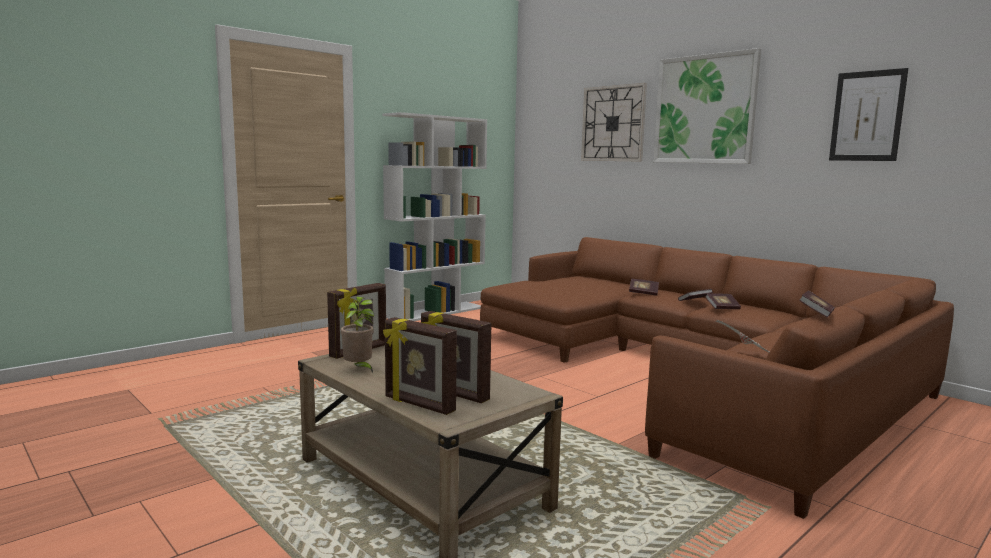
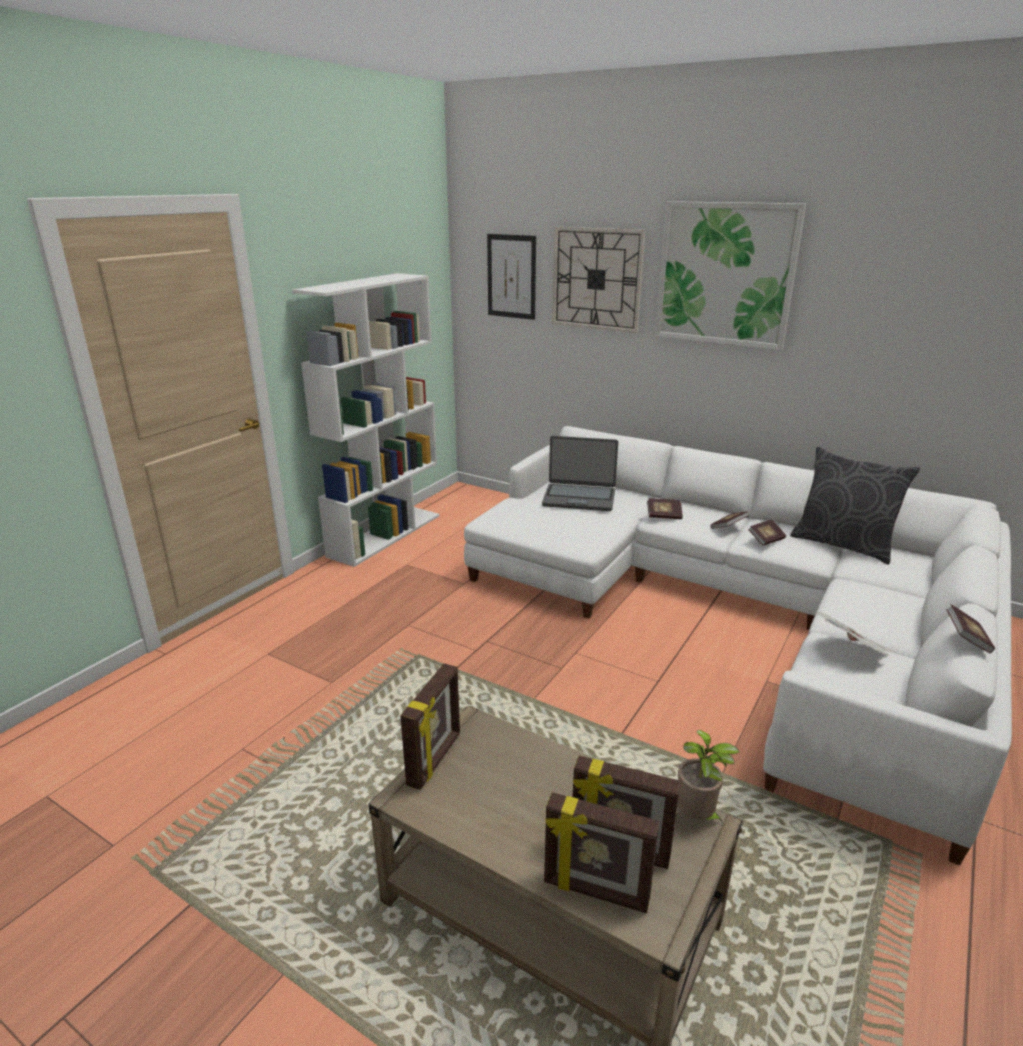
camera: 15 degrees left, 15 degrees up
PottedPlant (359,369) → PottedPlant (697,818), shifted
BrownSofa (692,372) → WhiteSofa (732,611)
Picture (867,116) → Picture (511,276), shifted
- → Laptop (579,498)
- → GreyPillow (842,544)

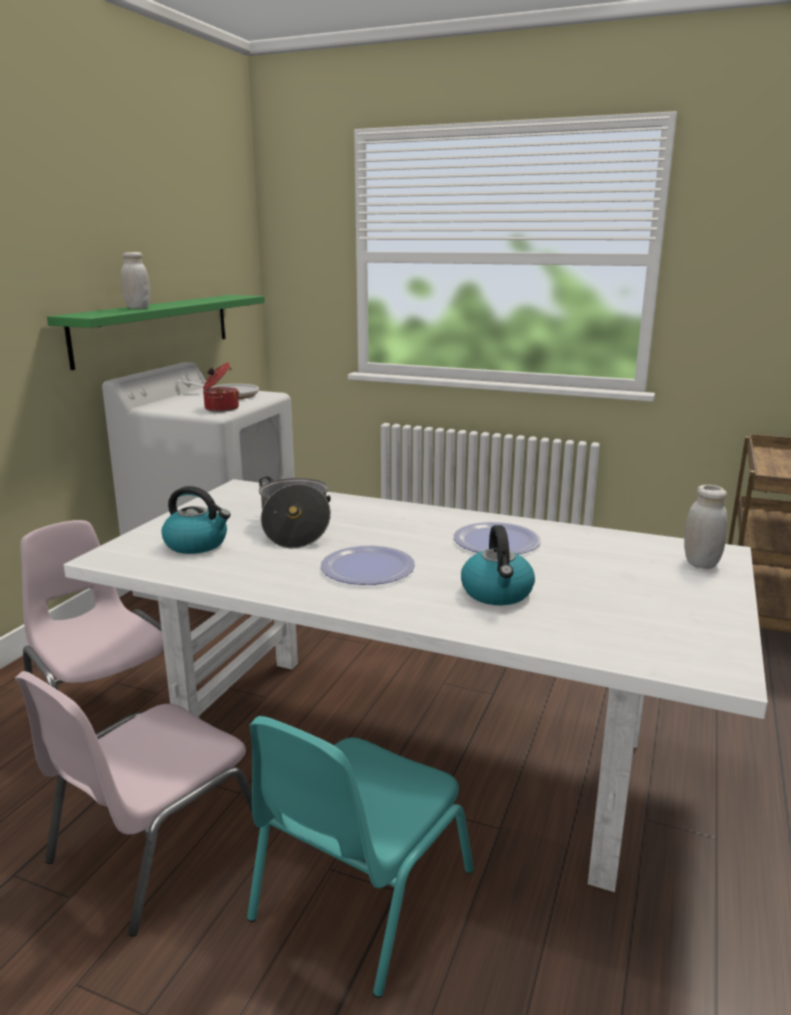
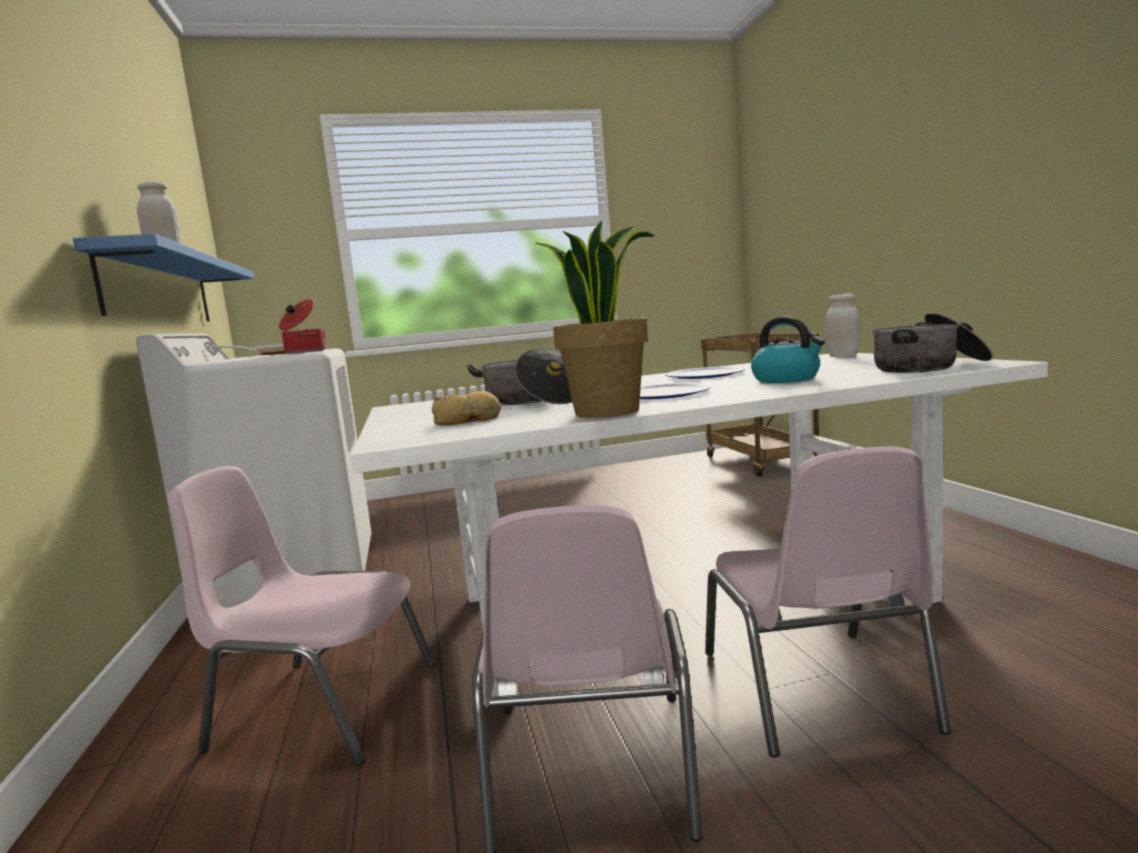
camera: 35 degrees left, 10 degrees down
GreenShelf (155,328) → BlueShelf (160,290)
Kettle (197,544) → Bread (468,420)
TurquoiseChair (358,895) → PinkChair (816,691)
- → PottedPlant (607,411)
- → CookingPot (930,367)

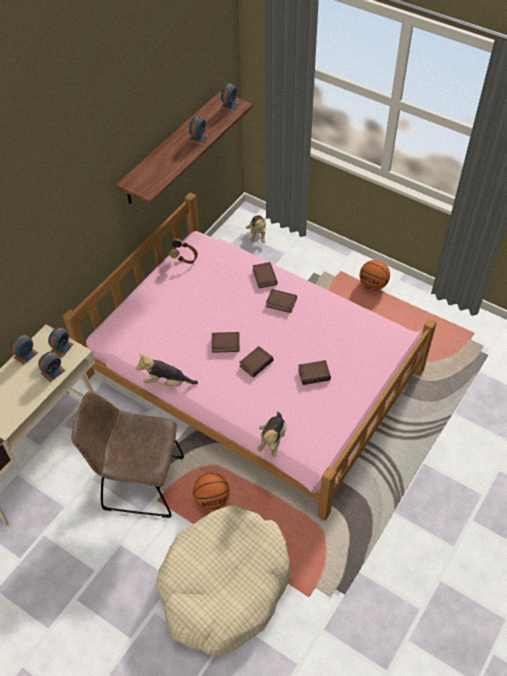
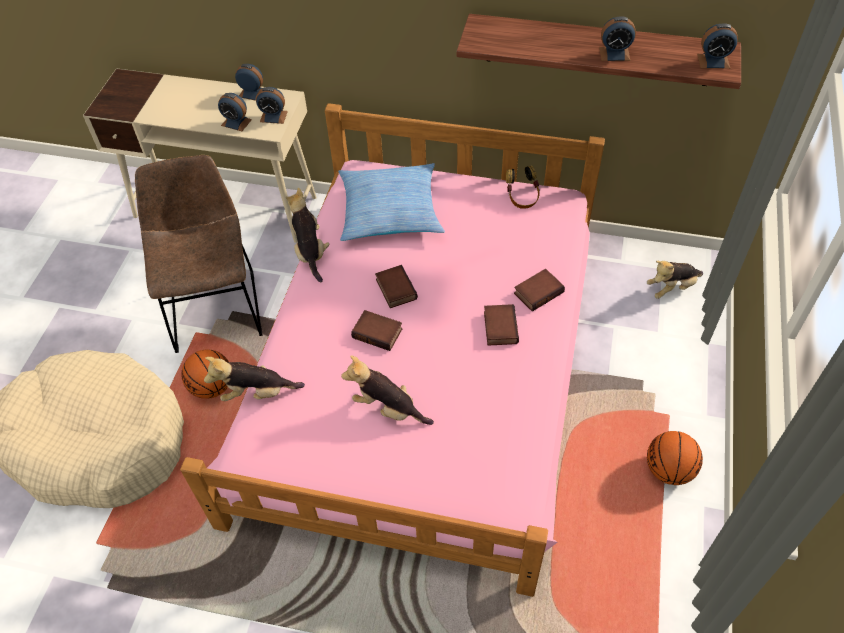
camera: 70 degrees right, 0 degrees up
Book (314,373) → PlushToy (388,408)
- → Pillow (390,211)

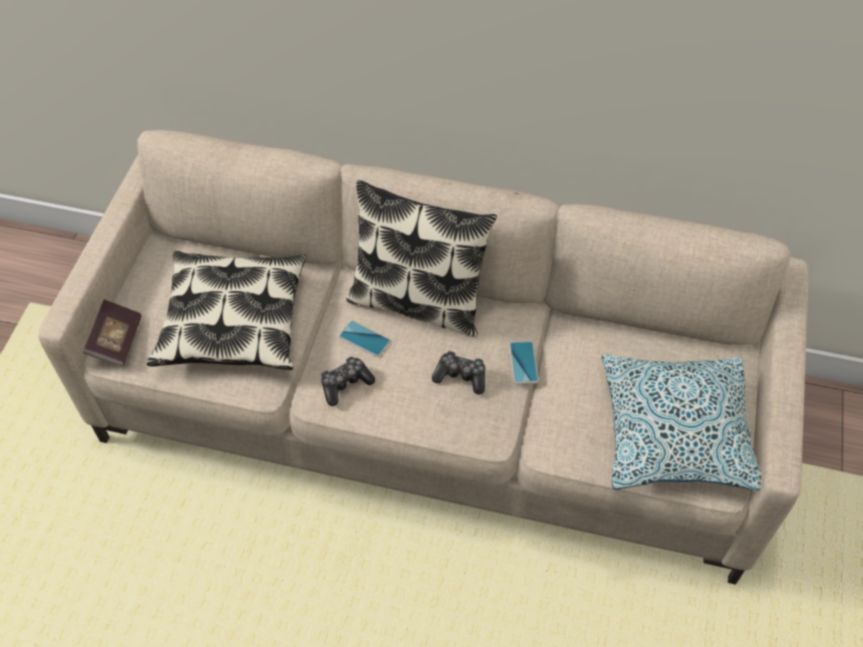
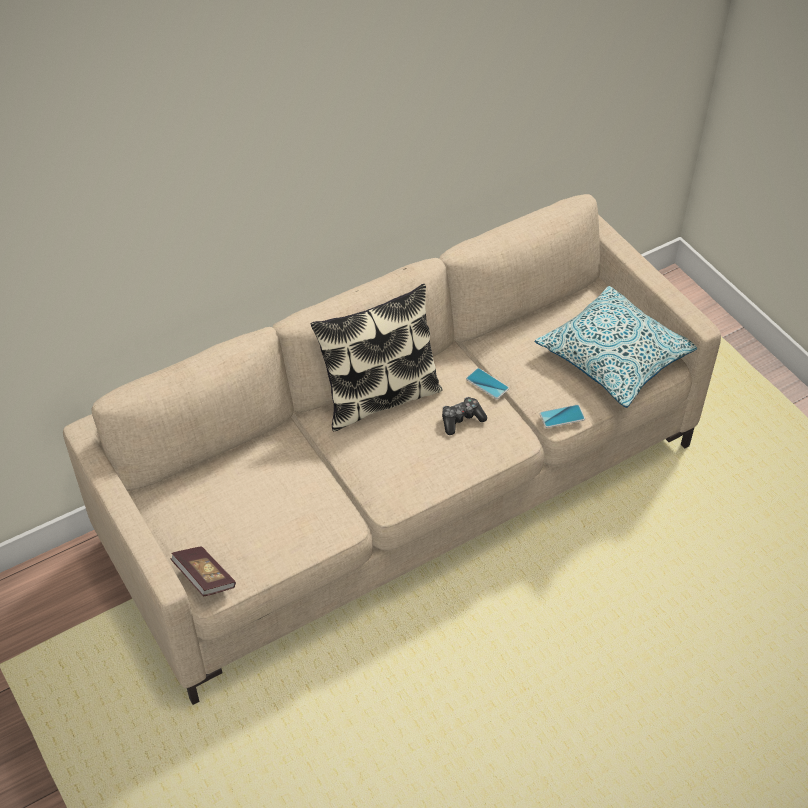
camera: 45 degrees left, 5 degrees down
Pillow (233,321) → -
GameController (345,384) → -
Phone (364,339) → Phone (562,416), shifted

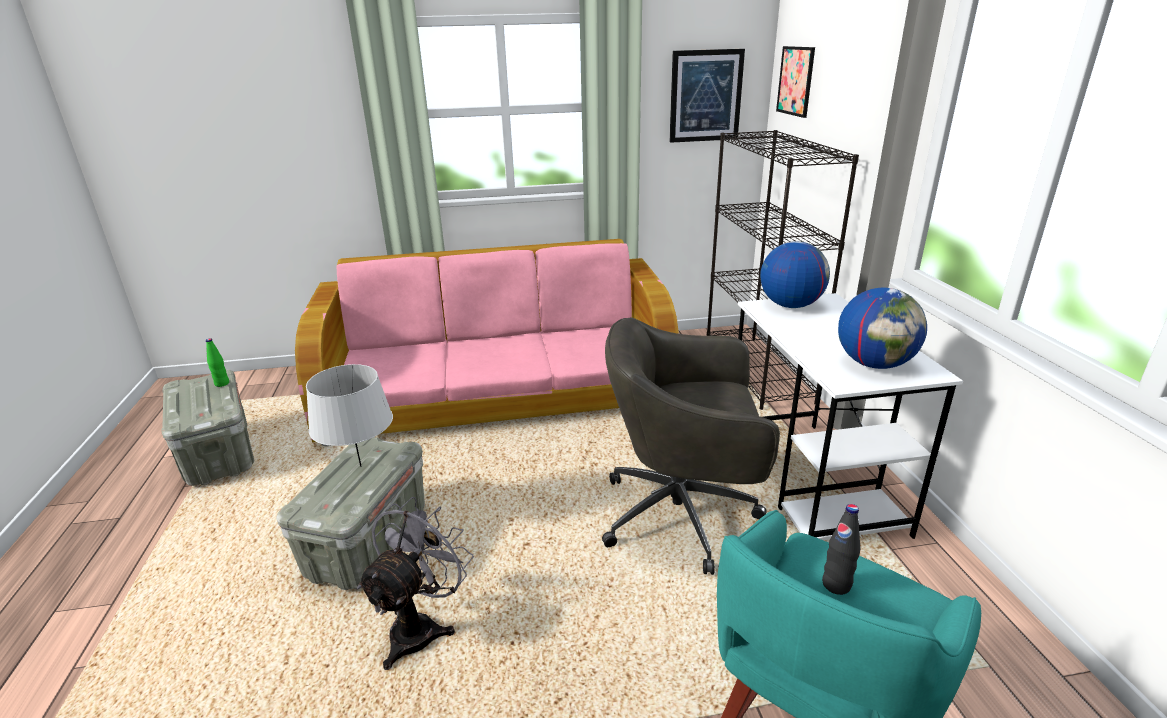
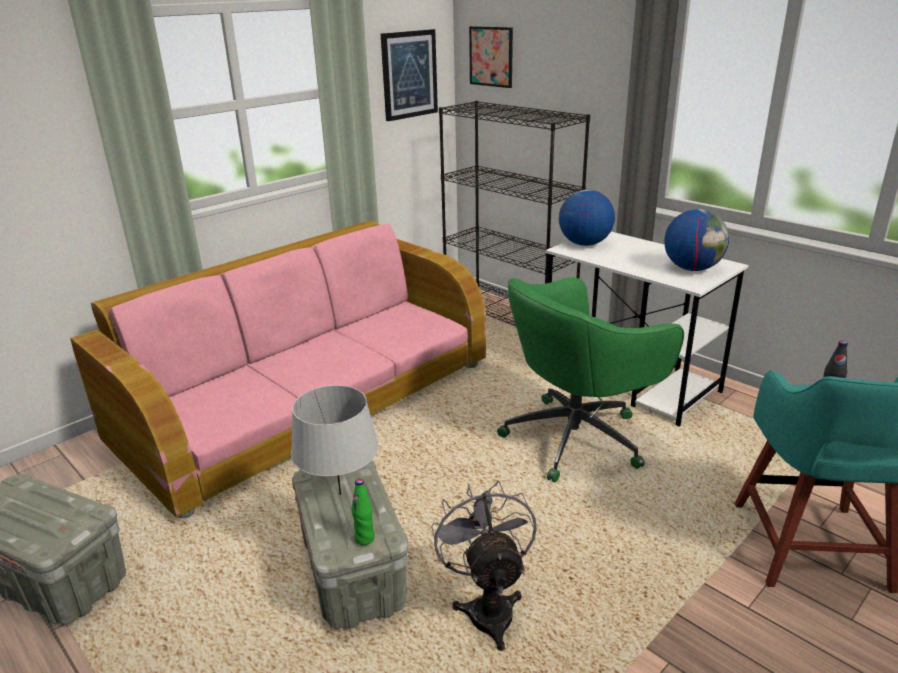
camera: 35 degrees left, 0 degrees up
GreenBottle (222,383) → GreenBottle (364,538), shifted
GreyOfficeChair (683,515) → GreenOfficeChair (577,437)

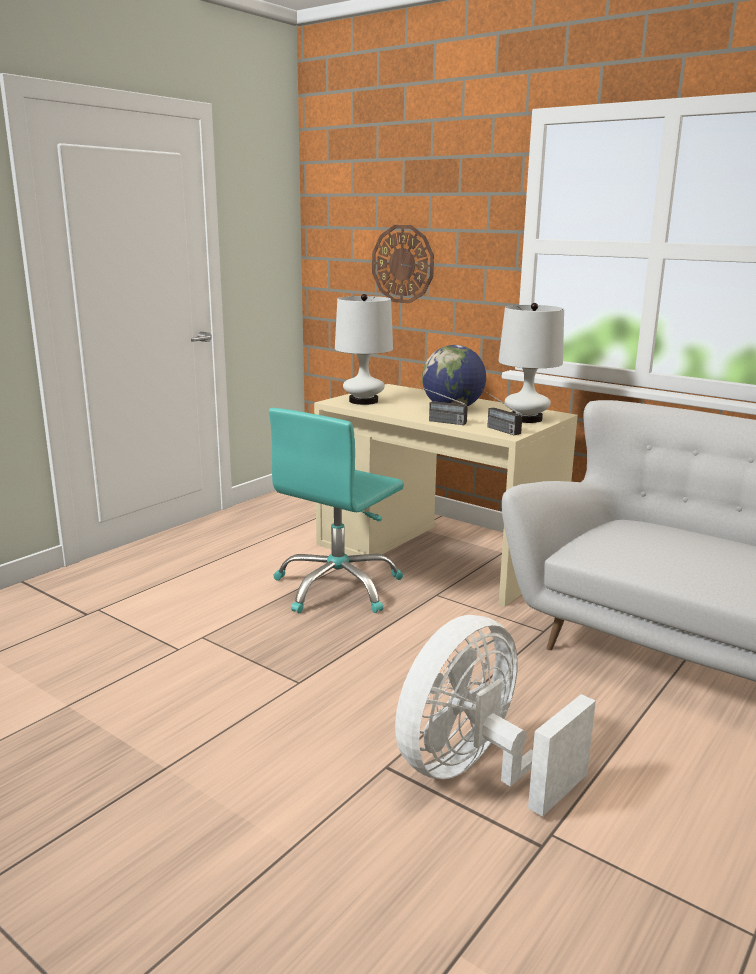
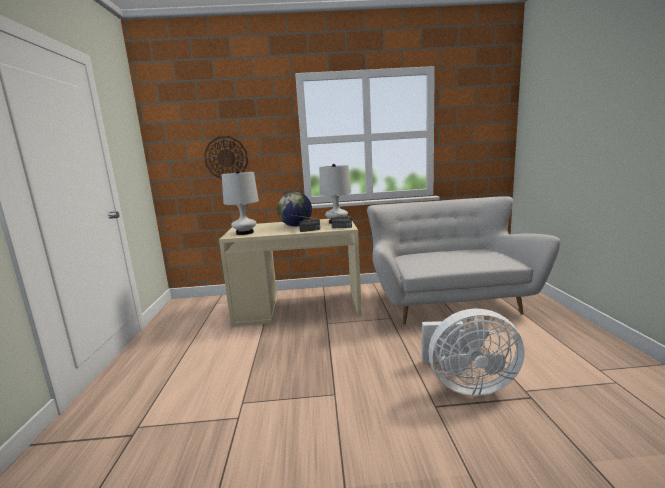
camera: 40 degrees left, 5 degrees down
TurquoiseOfficeChair (338,587) → -
WhiteFan (477,772) → WhiteFan (466,385), 90 degrees counterclockwise

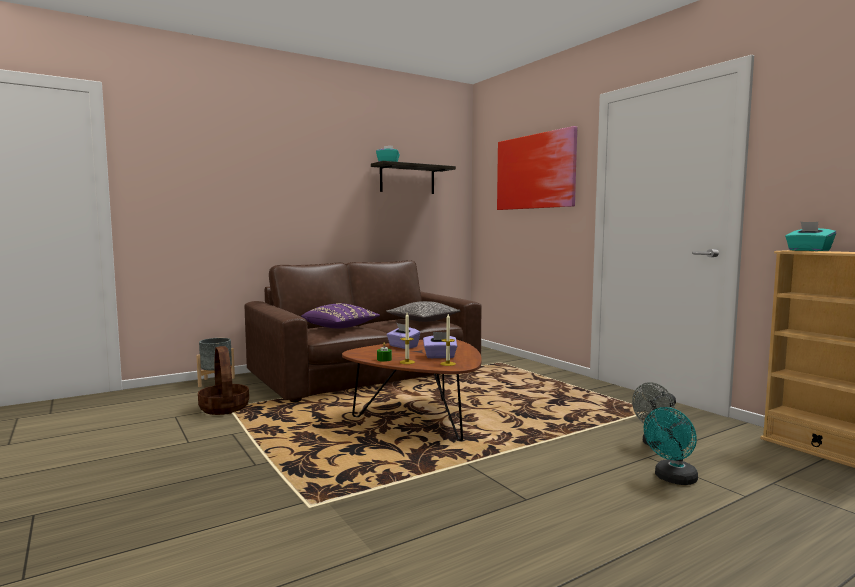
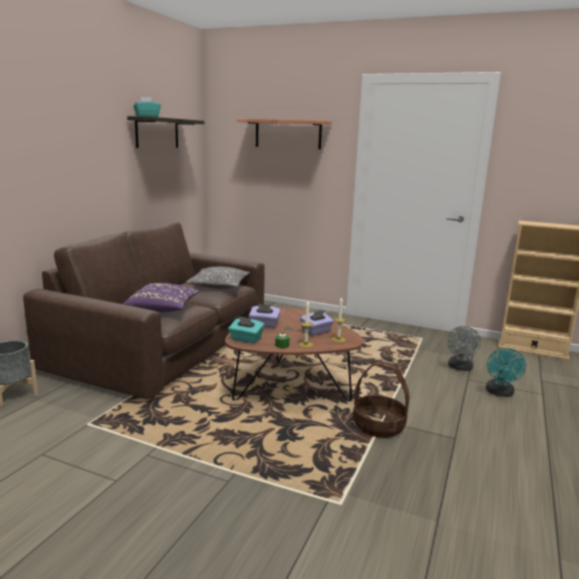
camera: 35 degrees left, 10 degrees up
Basket (224,408) → Basket (379,425), shifted
Picture (535,172) → Shelf (288,134)
TurquoiseTissueBox (808,250) → TurquoiseTissueBox (246,339), shifted

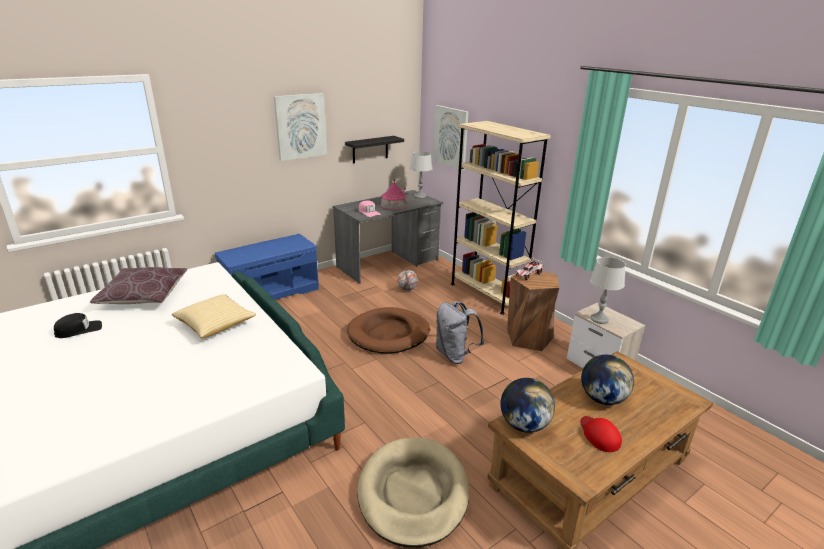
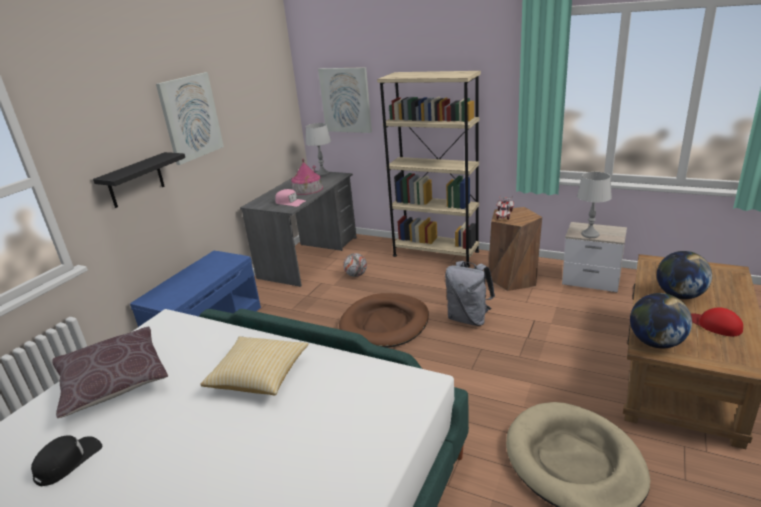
camera: 25 degrees left, 0 degrees up
BlackShelf (370,149) → BlackShelf (135,180), shifted

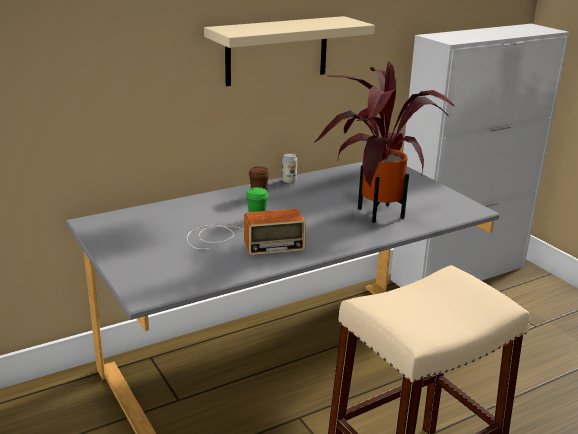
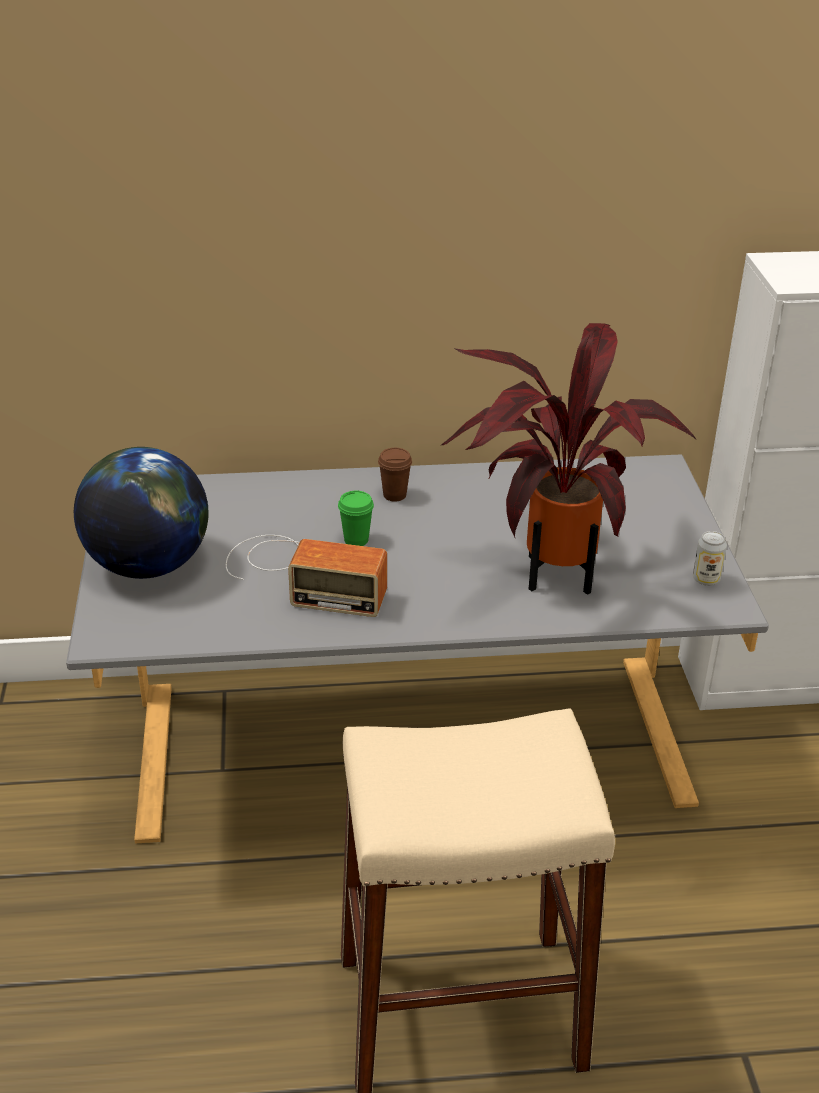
camera: 25 degrees right, 10 degrees up
BeigeShelf (277,50) → -
Can (289,181) → Can (706,579), shifted
- → Globe (148,565)

